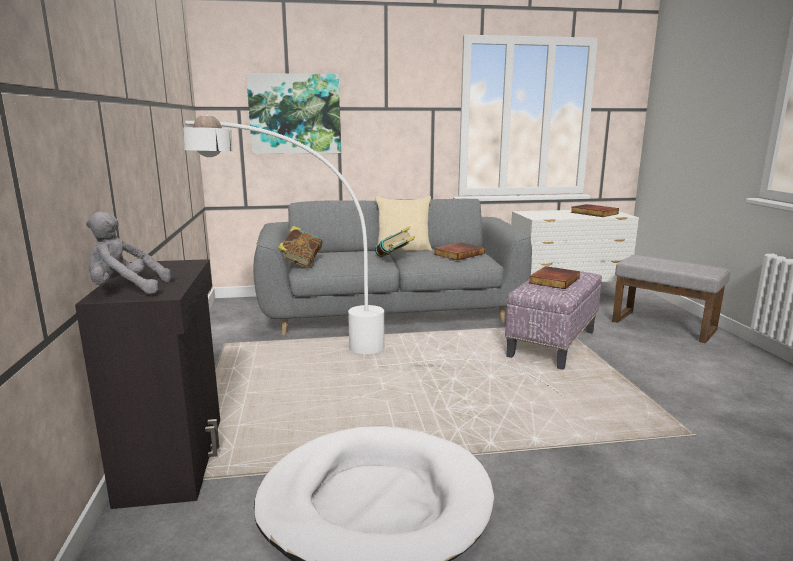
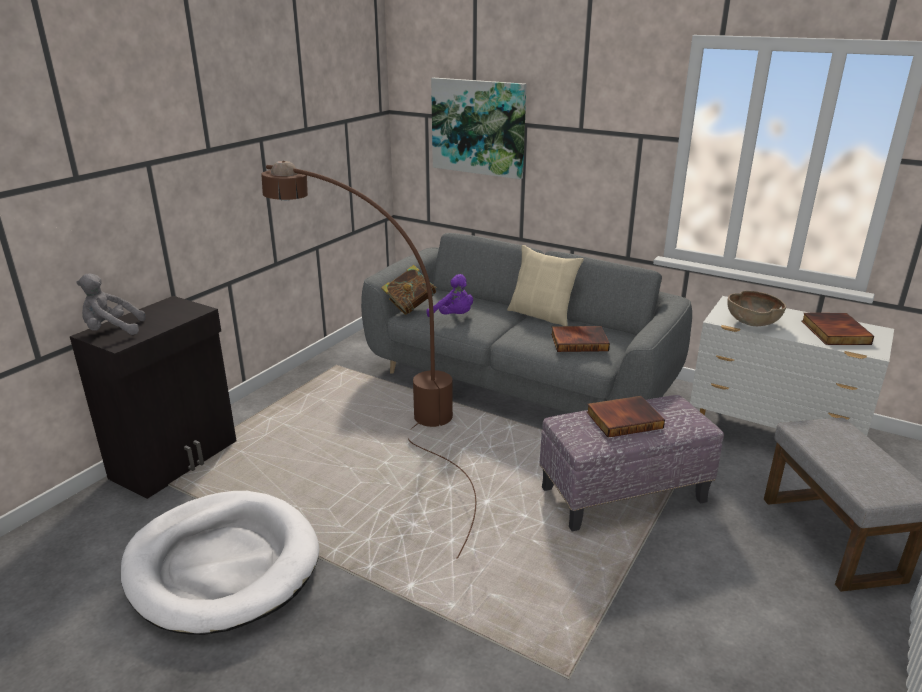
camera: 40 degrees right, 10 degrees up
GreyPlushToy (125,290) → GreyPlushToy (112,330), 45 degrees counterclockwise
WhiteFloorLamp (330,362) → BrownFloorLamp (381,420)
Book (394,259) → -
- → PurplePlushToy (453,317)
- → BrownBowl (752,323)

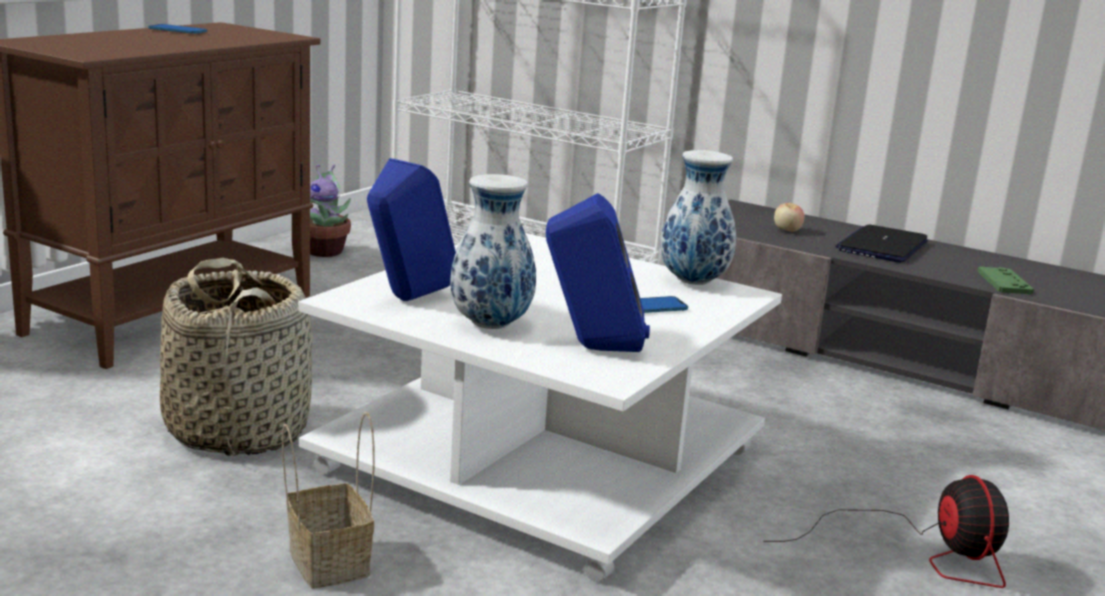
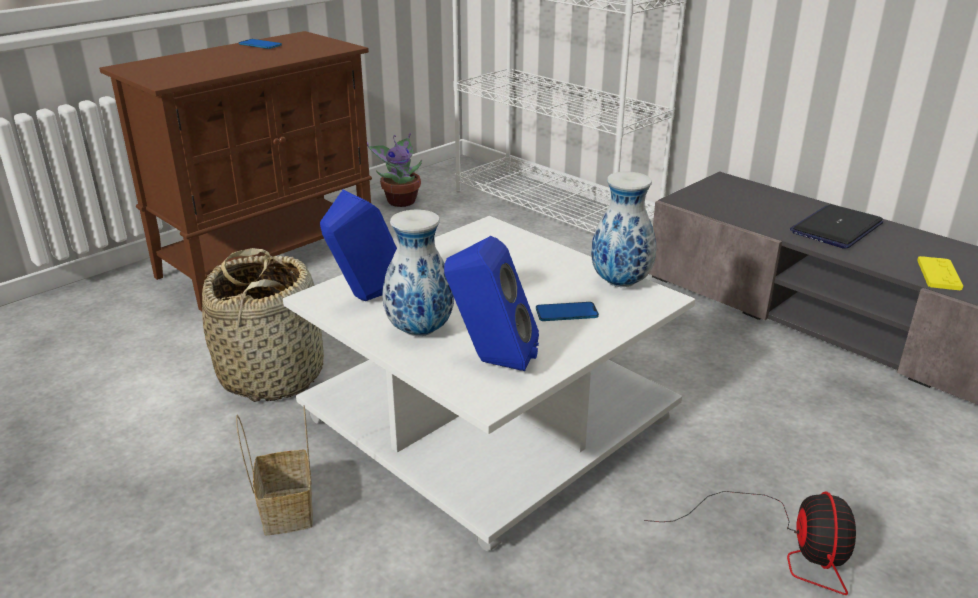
camera: 15 degrees right, 10 degrees up
Apple (787,230) → -
GreenGameController (1004,282) → YellowGameController (938,274)

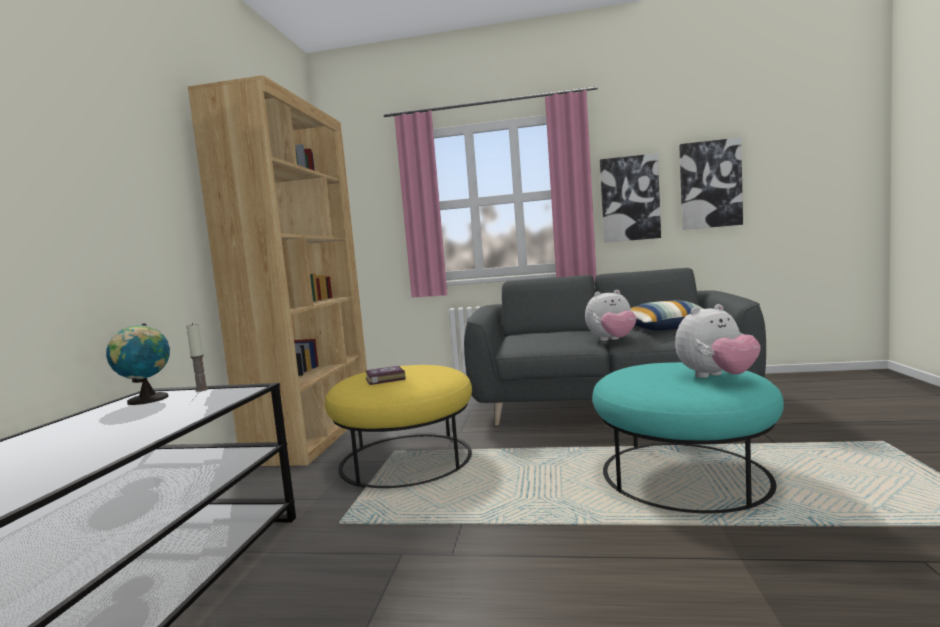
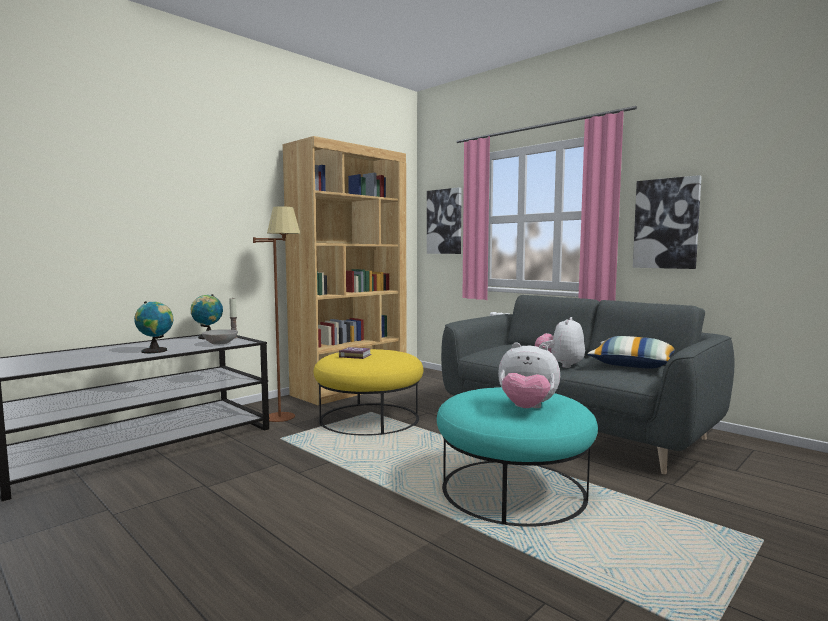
camera: 35 degrees right, 0 degrees up
PlushToy (612,340) → PlushToy (560,365), 90 degrees clockwise
Picture (710,184) → Picture (444,221), shifted
- → Globe (156,351)
- → GreyBowl (220,343)
- → BrownFloorLamp (283,412)

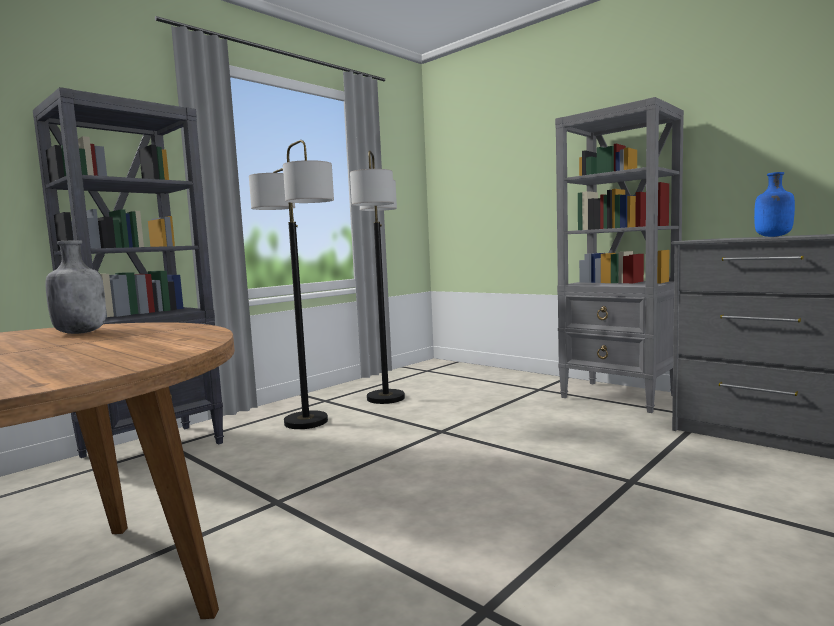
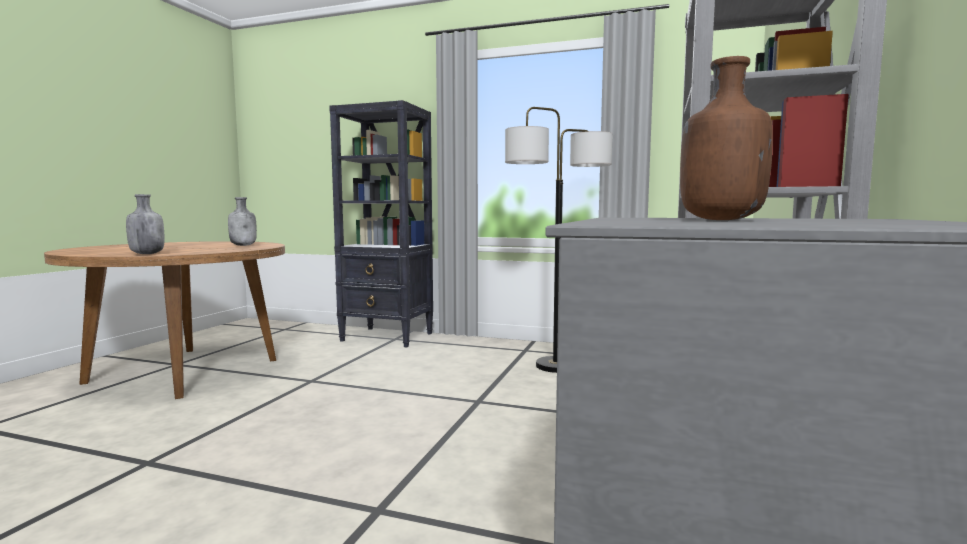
camera: 65 degrees right, 0 degrees up
FloorLamp (306,422) → -
BlueBottle (773,236) → BrownBottle (719,220)
- → GreyBottle (147,254)

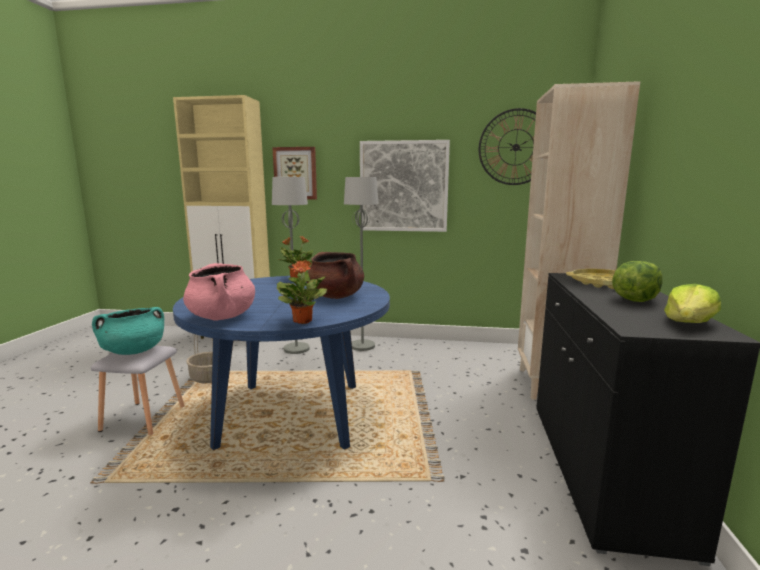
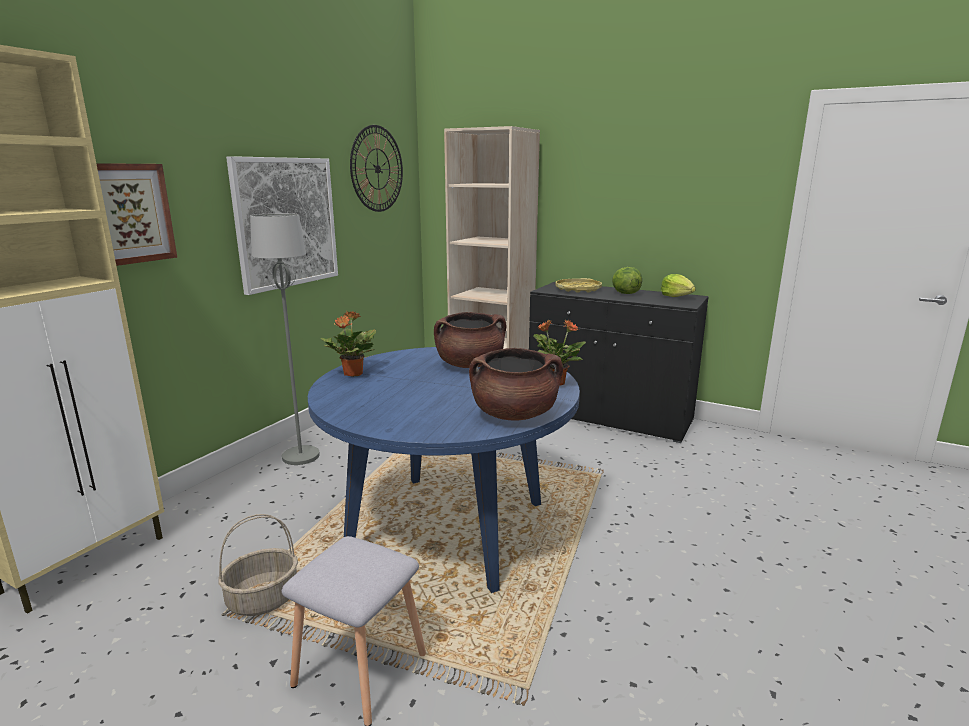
camera: 70 degrees left, 5 degrees up
TurquoiseCookingPot (133,351) → -
PinkCookingPot (222,317) → BrownCookingPot (514,415)
GreyFloorLamp (297,349) → -

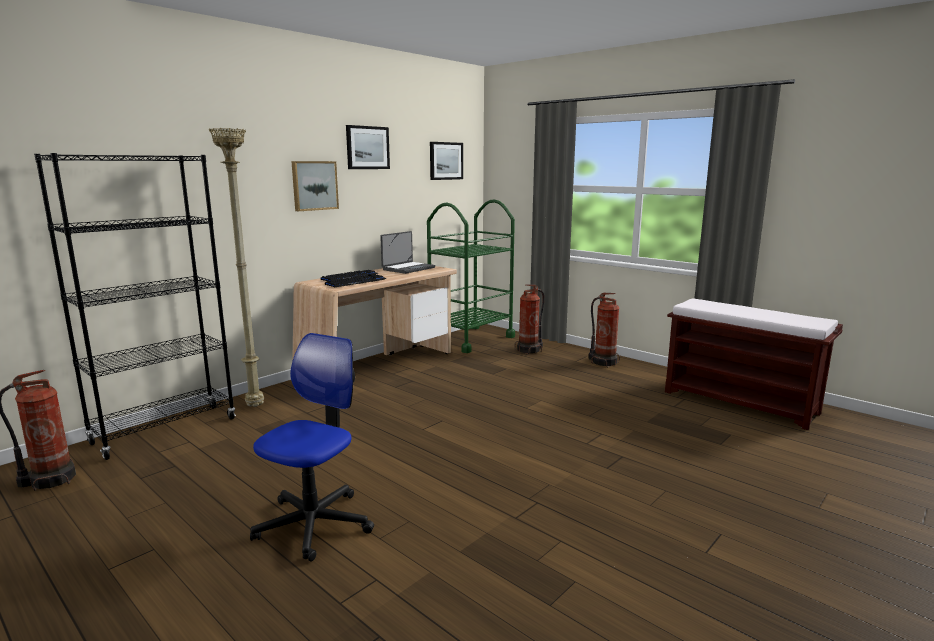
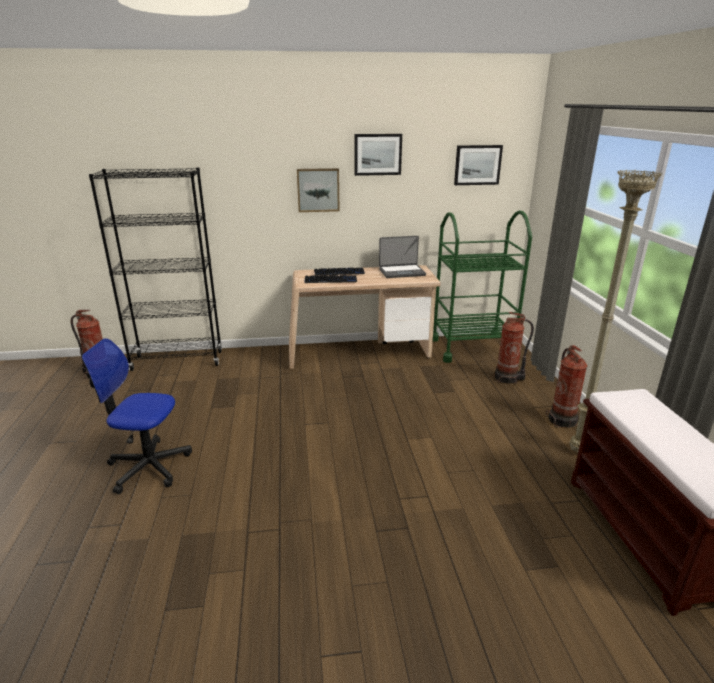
camera: 40 degrees right, 10 degrees up
BeigeFloorLamp (255,406) → BeigeFloorLamp (577,450), shifted
OfficeChair (314,524) → OfficeChair (149,466), 150 degrees counterclockwise

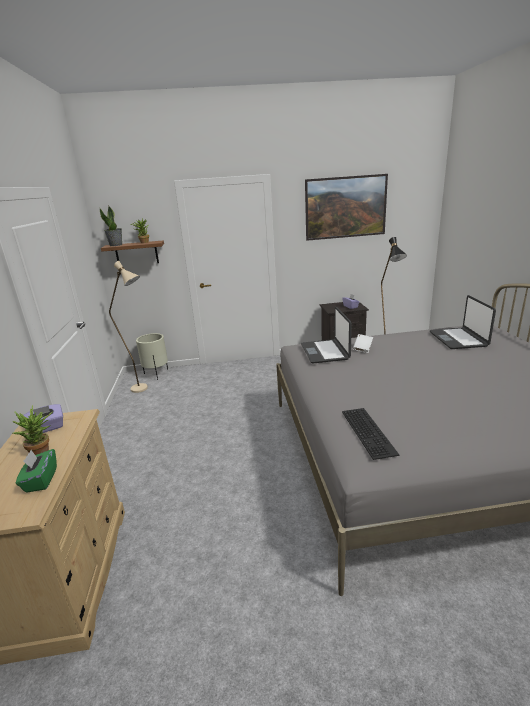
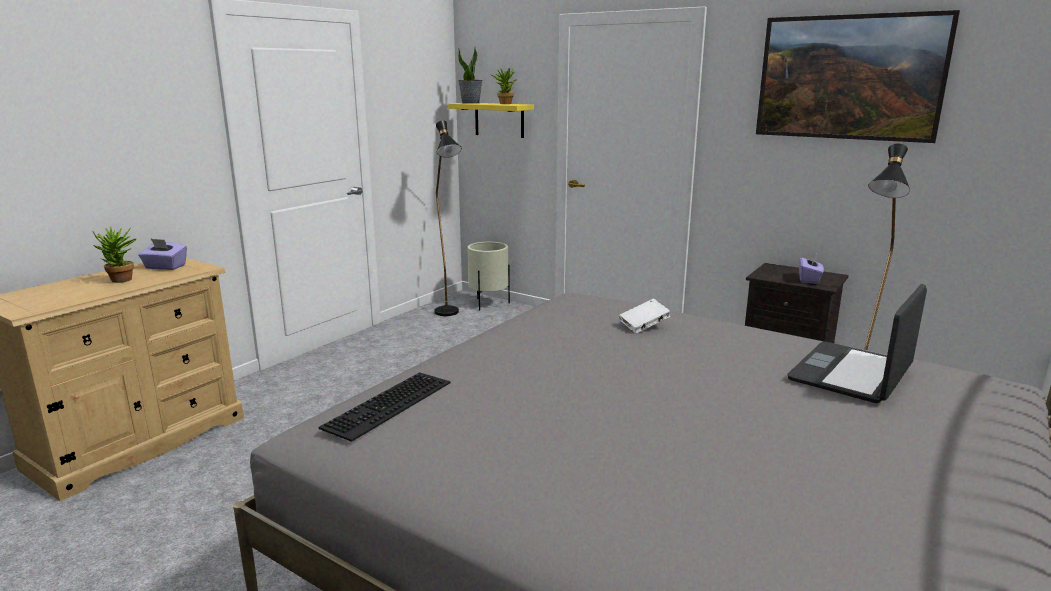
camera: 40 degrees right, 5 degrees down
GreenTissueBox (41,480) → -
BrownShelf (136,253) → YellowShelf (499,120)
BeigeFloorLamp (144,389) → BlackFloorLamp (449,315)
Laptop (325,352) → -

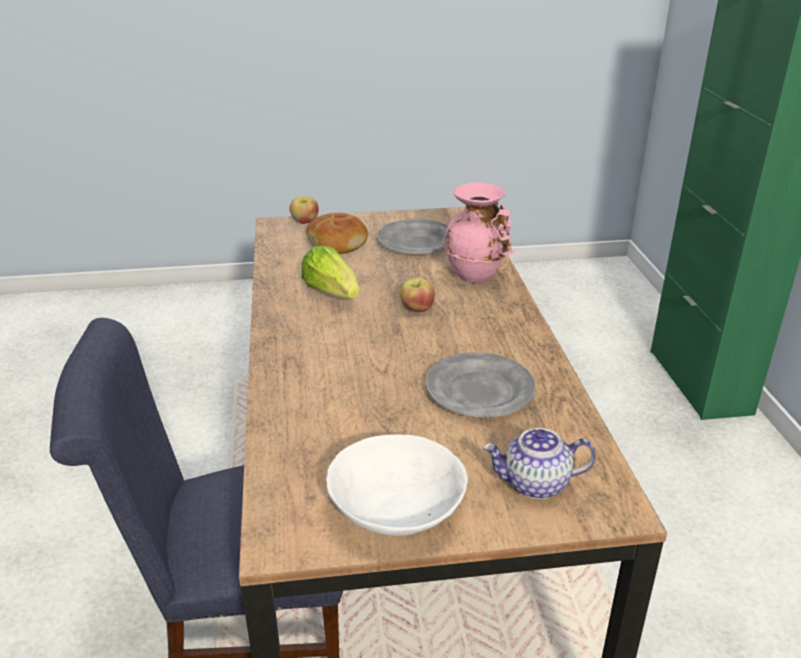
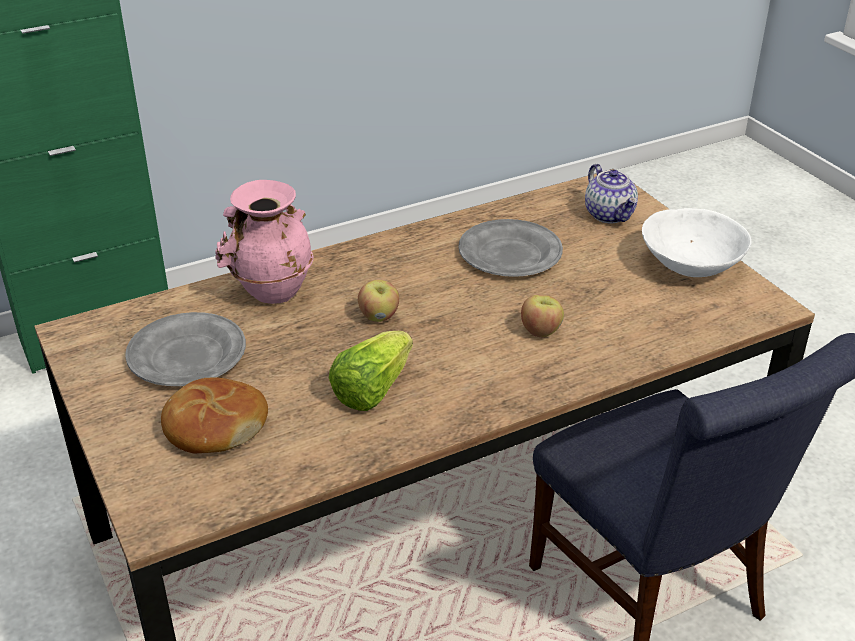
camera: 110 degrees left, 5 degrees up
Apple (305,222) → Apple (541,331), shifted

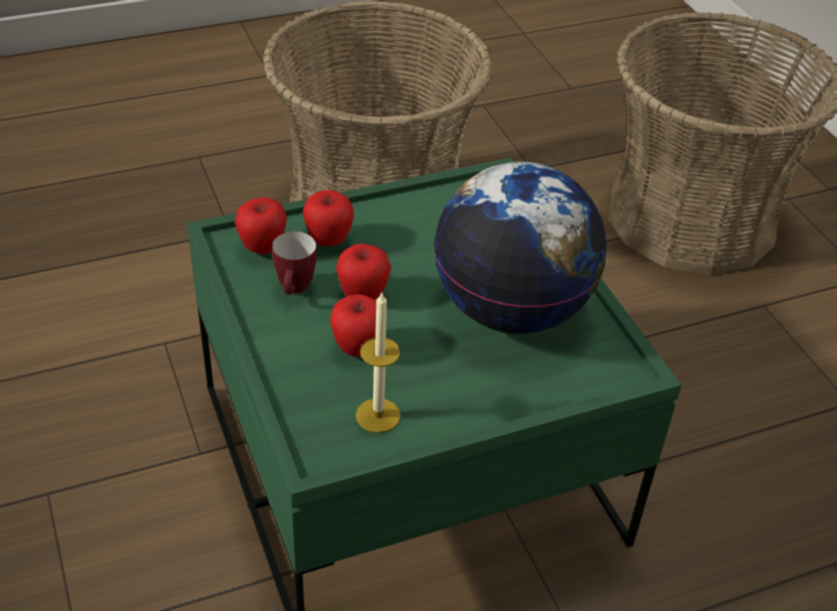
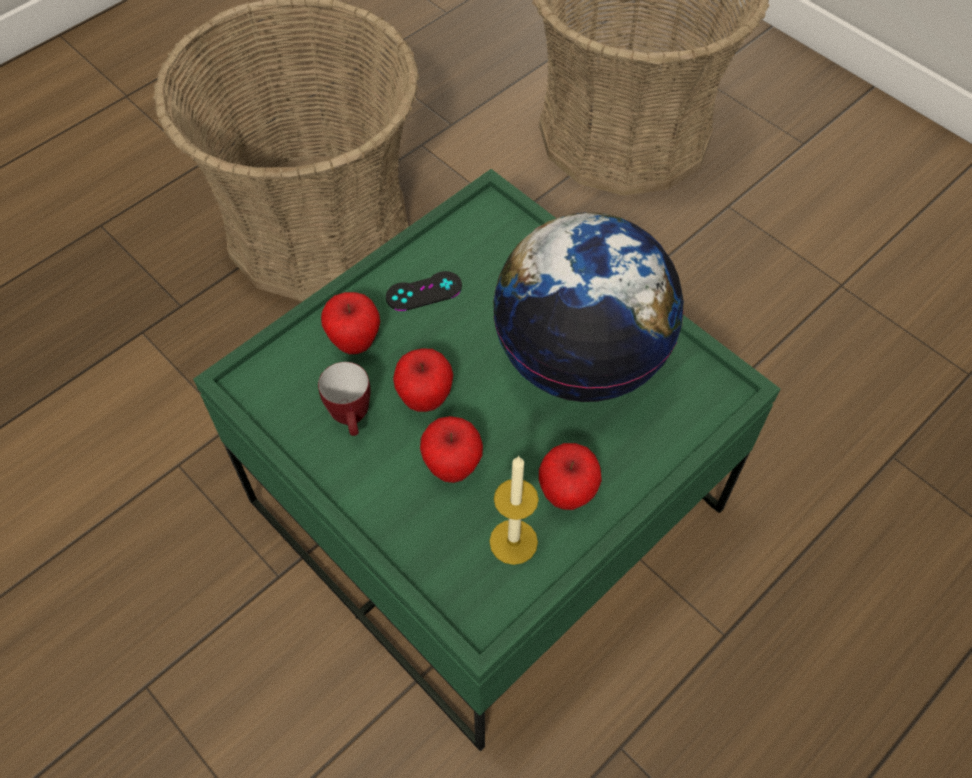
camera: 20 degrees left, 15 degrees up
Apple (262,247) → Apple (567,494), shifted
- → BlackGameController (424,291)

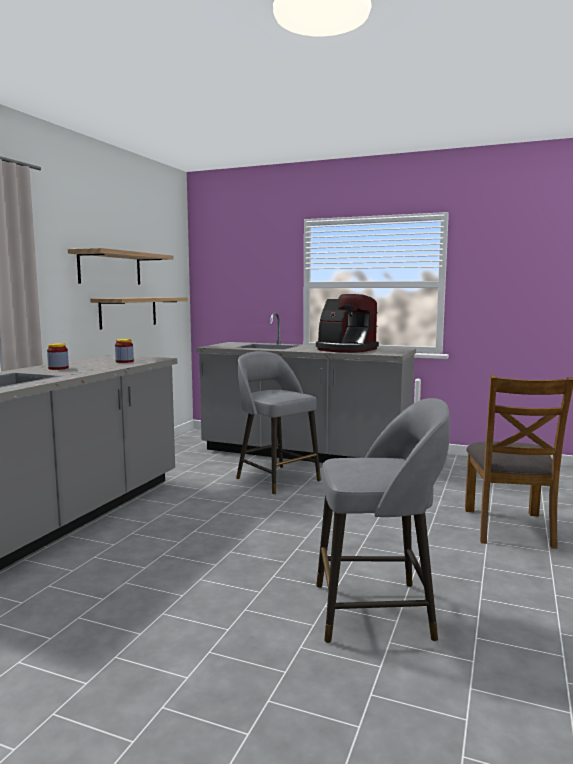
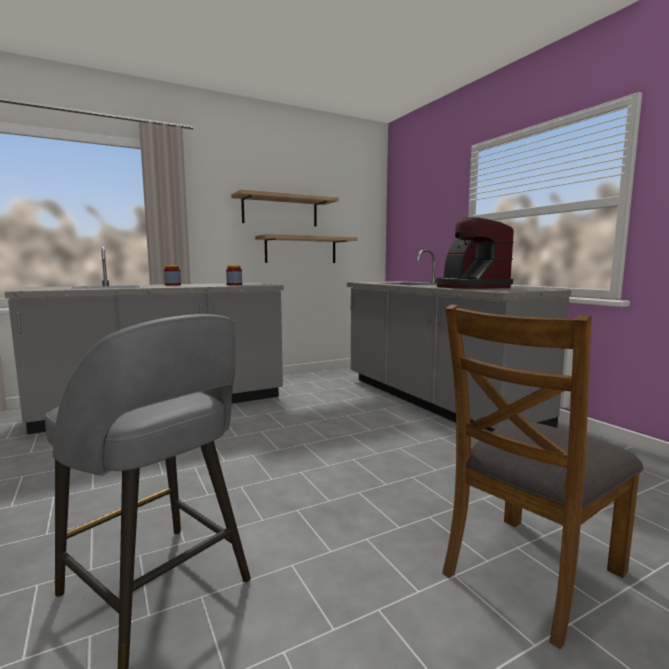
camera: 40 degrees right, 0 degrees up
GreyStool (276,479) → -

